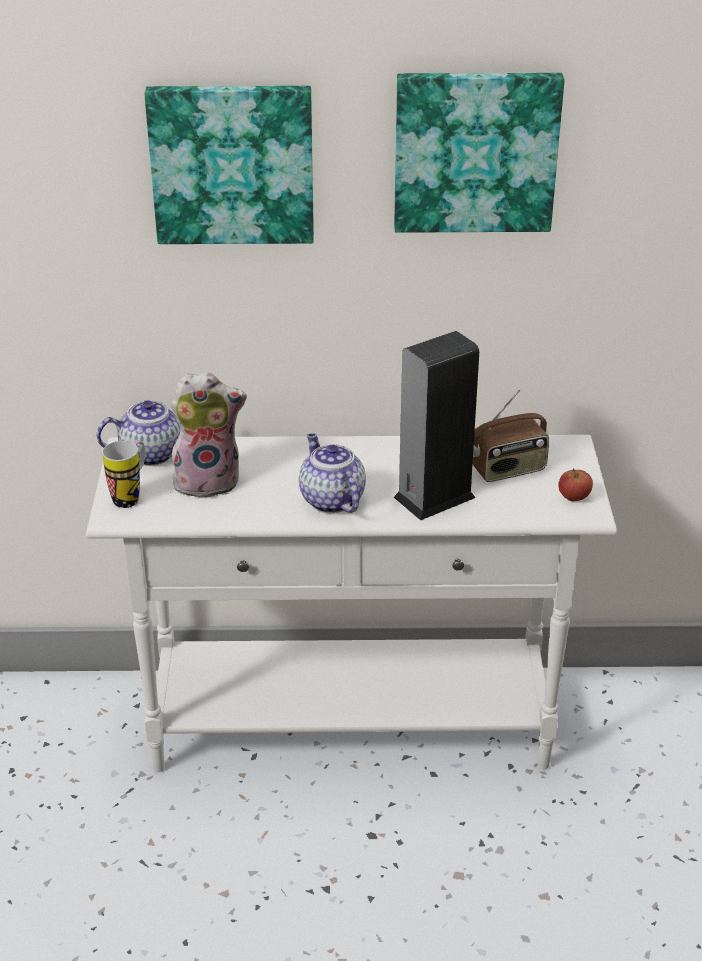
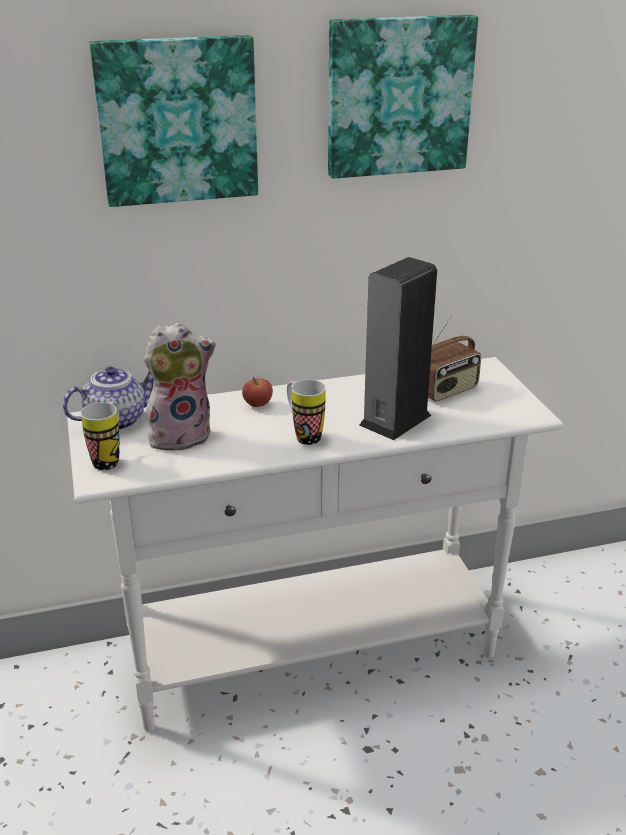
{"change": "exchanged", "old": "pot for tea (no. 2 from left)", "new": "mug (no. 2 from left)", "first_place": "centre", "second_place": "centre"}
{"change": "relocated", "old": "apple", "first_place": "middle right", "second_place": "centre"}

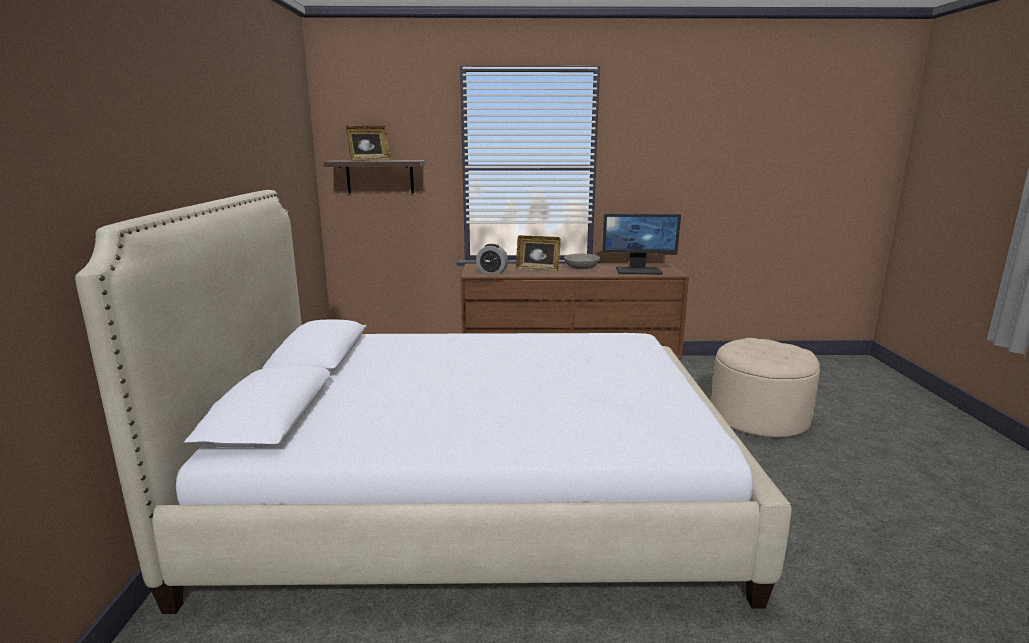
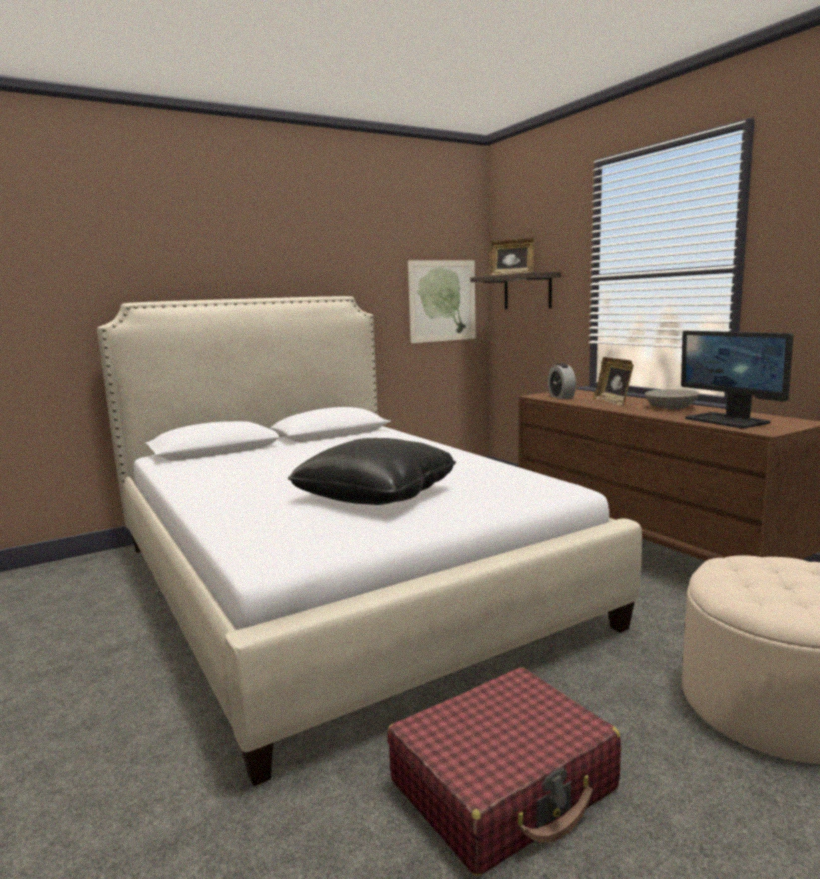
{"change": "appeared", "new": "picture", "second_place": "centre"}
{"change": "appeared", "new": "throw pillow in blackish", "second_place": "centre"}
{"change": "appeared", "new": "travel case in reddish", "second_place": "bottom centre"}

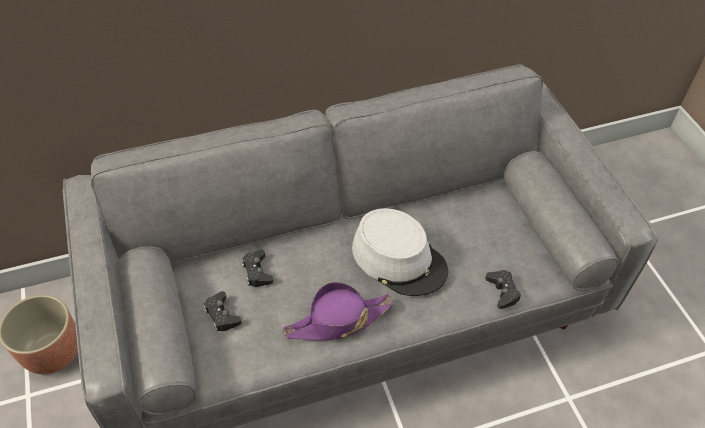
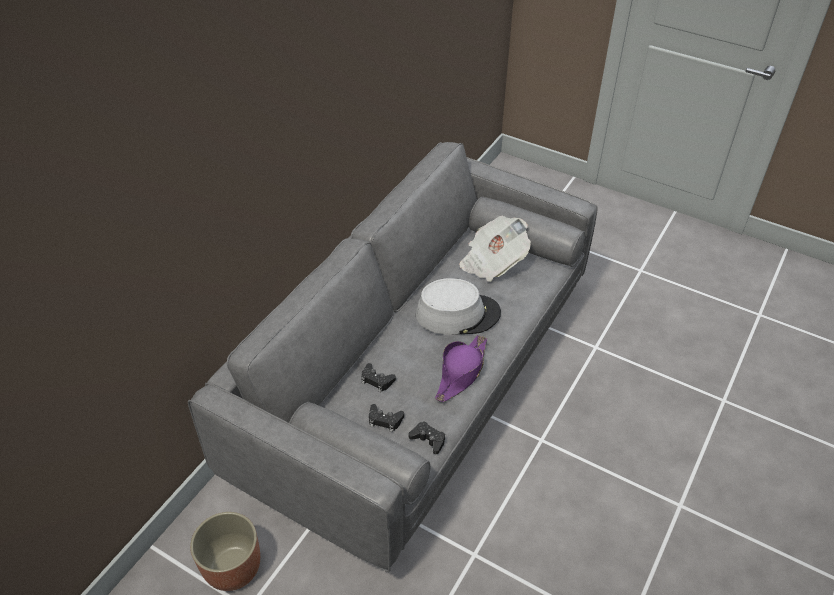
{"change": "relocated", "old": "gamepad in blackish (no. 3 from left)", "first_place": "bottom right", "second_place": "bottom centre"}
{"change": "appeared", "new": "newspaper", "second_place": "centre"}

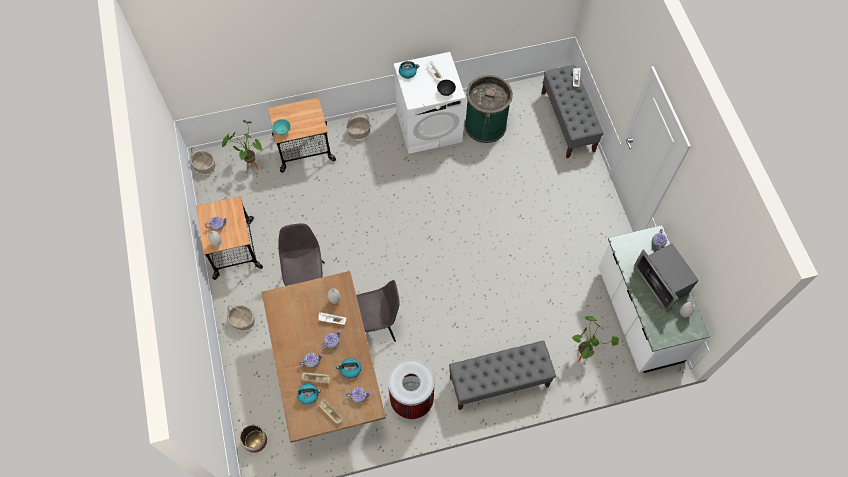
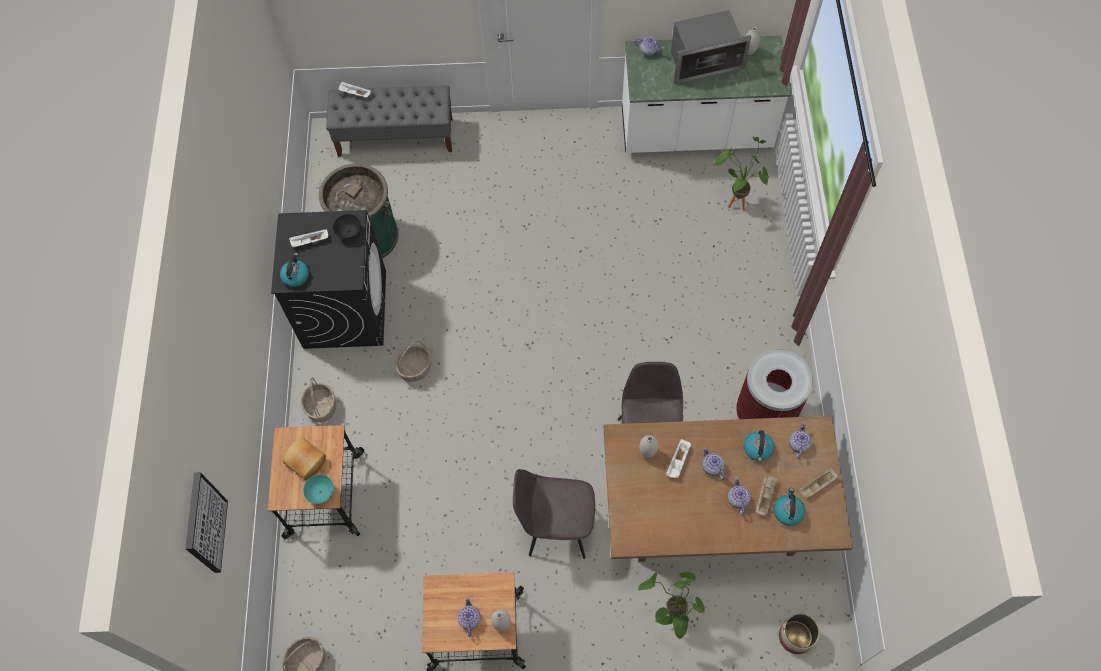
{"change": "colour", "old": "laundry machine in whitish", "new": "laundry machine in blackish", "first_place": "top centre", "second_place": "middle left"}
{"change": "relocated", "old": "plant in a pot (no. 1 from left)", "first_place": "top left", "second_place": "bottom centre"}
{"change": "relocated", "old": "storage basket (no. 2 from left in the first image)", "new": "storage basket (no. 3 from left)", "first_place": "middle left", "second_place": "centre"}
{"change": "missing", "old": "bench in greyish (no. 1 from left)", "first_place": "bottom centre"}
{"change": "appeared", "new": "bread", "second_place": "bottom left"}
{"change": "appeared", "new": "picture", "second_place": "bottom left"}

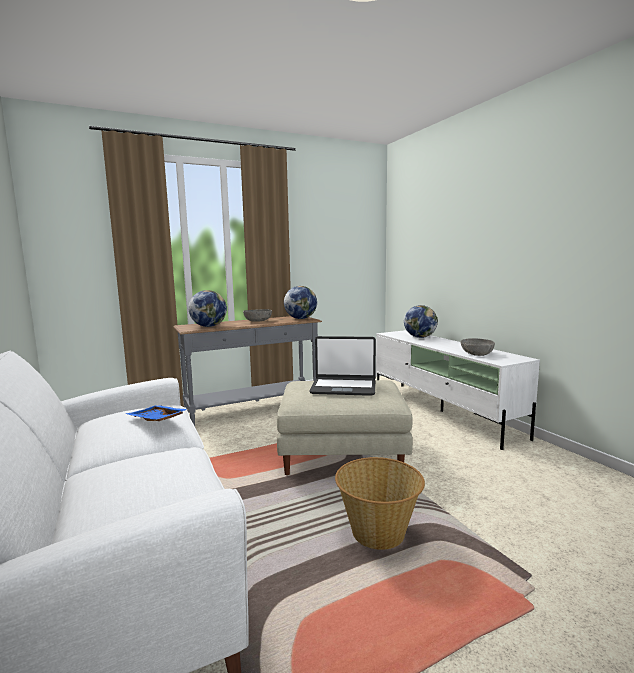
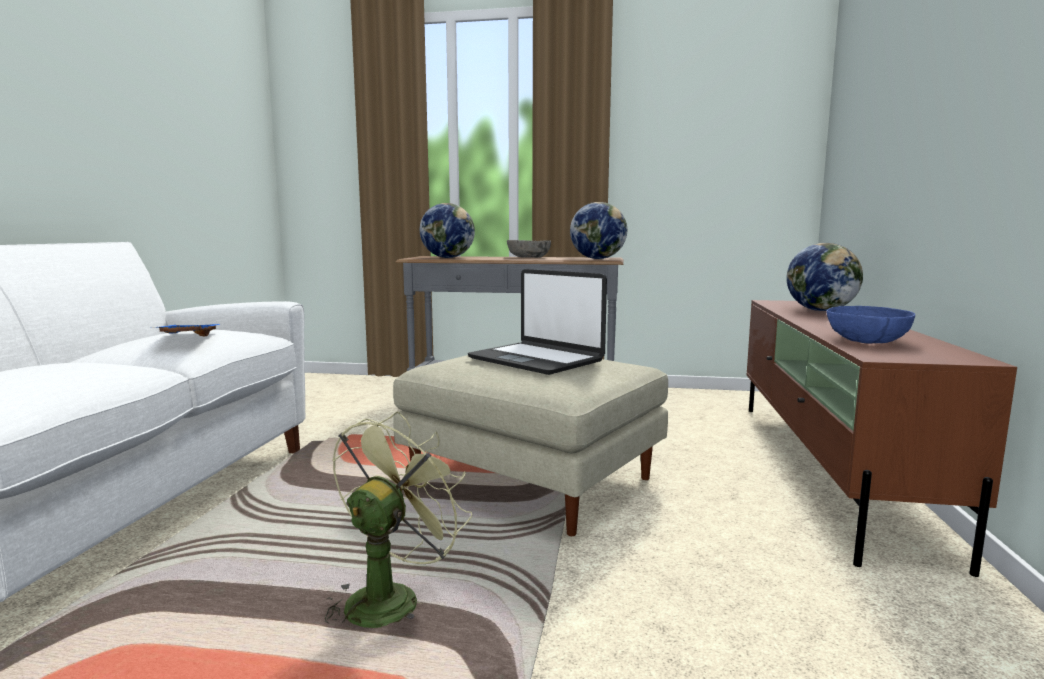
{"change": "colour", "old": "tv unit in whitish", "new": "tv unit in brownish", "first_place": "middle right", "second_place": "middle right"}
{"change": "colour", "old": "deep dish in greyish (no. 2 from left)", "new": "deep dish in blue-coloured", "first_place": "middle right", "second_place": "middle right"}
{"change": "exchanged", "old": "storage basket", "new": "cooling fan in greenish", "first_place": "bottom centre", "second_place": "bottom centre"}

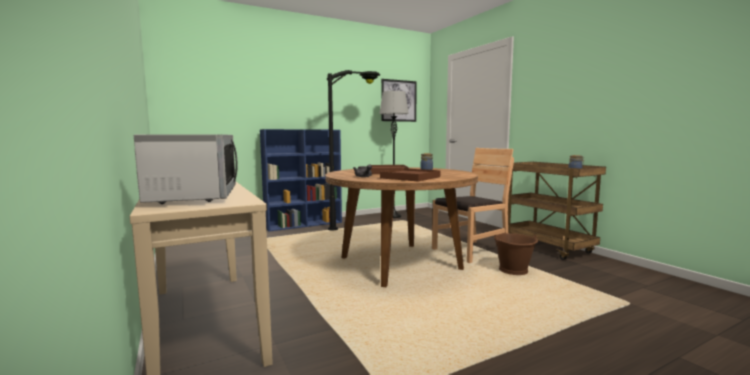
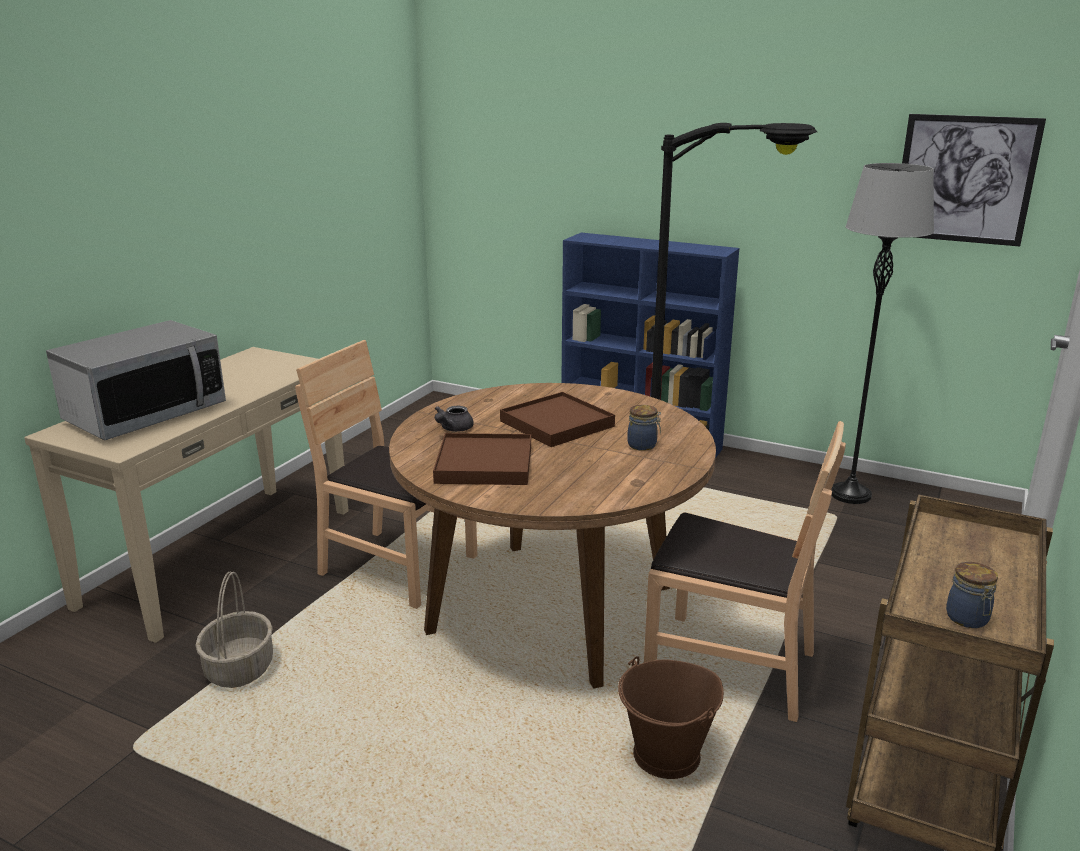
{"change": "appeared", "new": "chair in brownish (no. 1 from left)", "second_place": "centre"}
{"change": "appeared", "new": "storage basket", "second_place": "bottom left"}

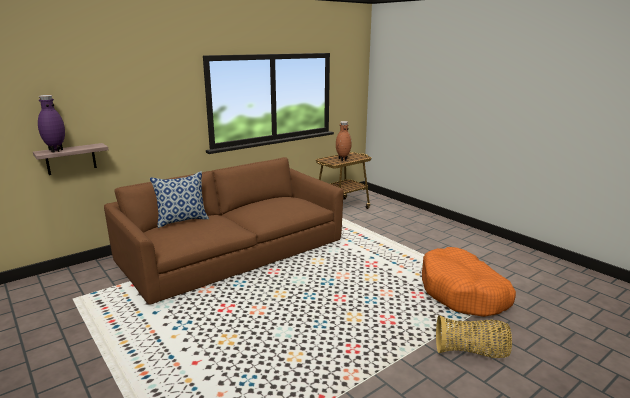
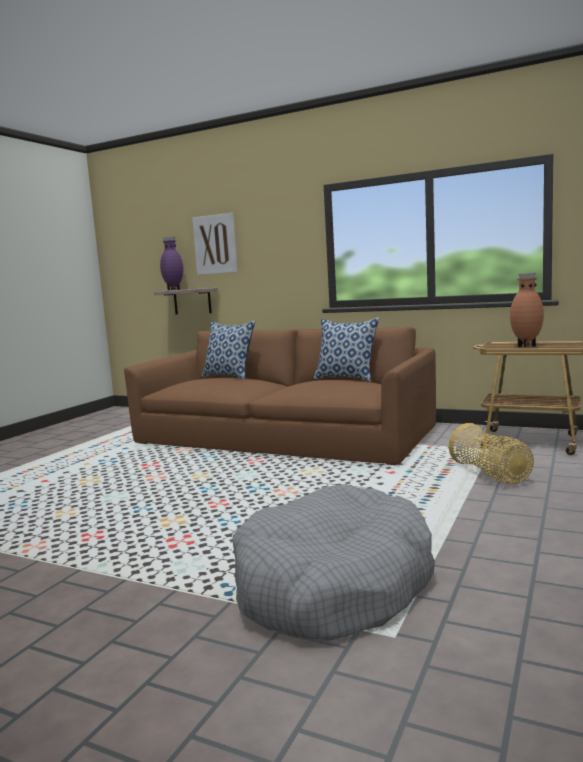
{"change": "colour", "old": "pet bed in orange-coloured", "new": "pet bed in greyish", "first_place": "bottom right", "second_place": "bottom centre"}
{"change": "relocated", "old": "storage basket", "first_place": "bottom right", "second_place": "middle right"}
{"change": "appeared", "new": "picture", "second_place": "top centre"}
{"change": "appeared", "new": "throw pillow (no. 2 from left)", "second_place": "centre"}

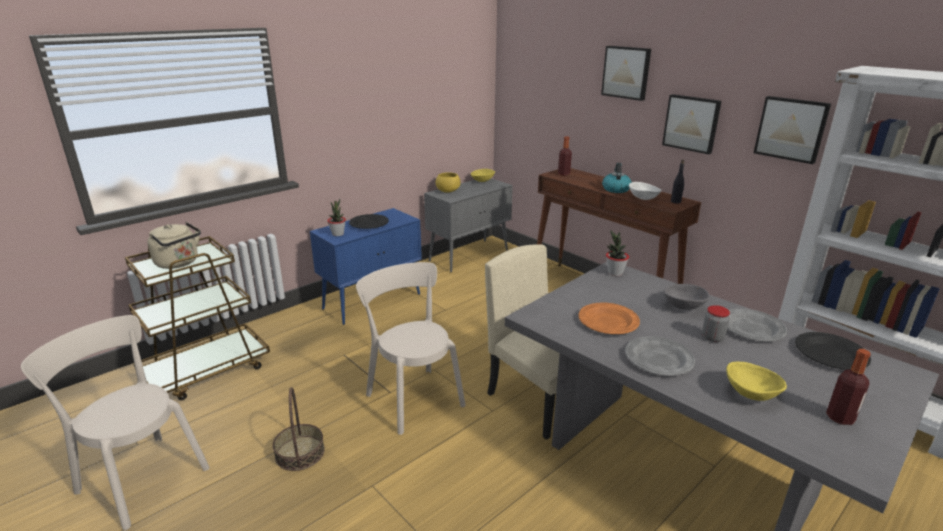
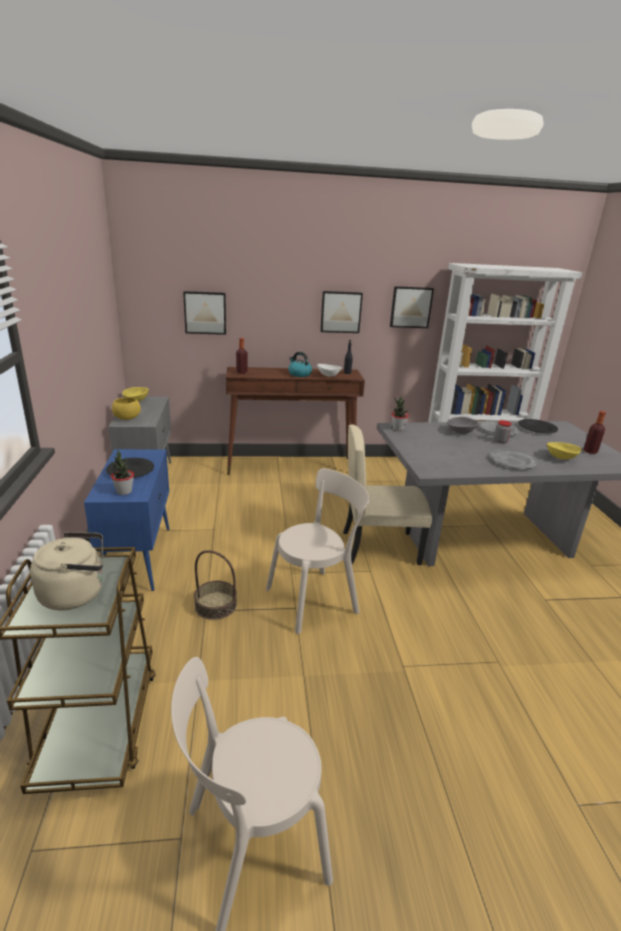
{"change": "relocated", "old": "picture (no. 1 from left)", "first_place": "top centre", "second_place": "middle left"}
{"change": "spun", "old": "chair in beige-coloured (no. 2 from left)", "first_place": "centre", "second_place": "centre", "degrees": 150}
{"change": "missing", "old": "plate in orange-coloured", "first_place": "centre"}
{"change": "relocated", "old": "storage basket", "first_place": "bottom left", "second_place": "centre"}

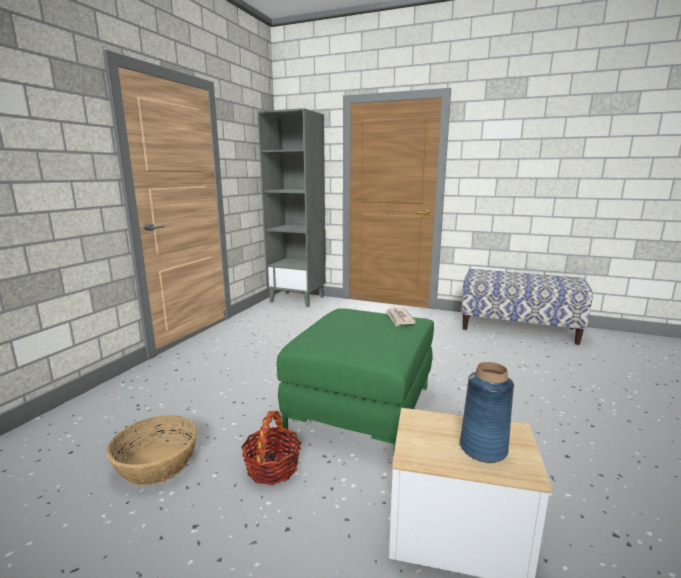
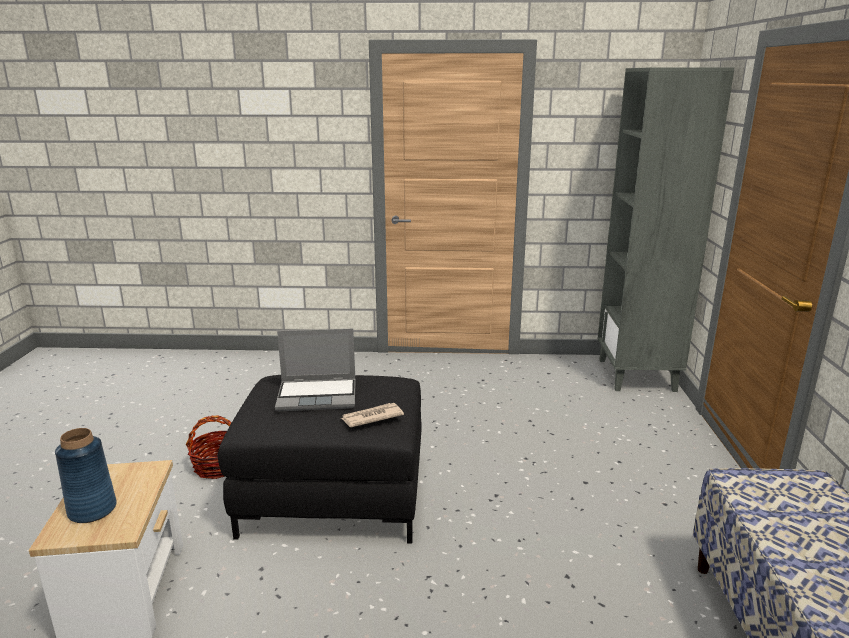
{"change": "colour", "old": "footrest in greenish", "new": "footrest in blackish", "first_place": "centre", "second_place": "bottom centre"}
{"change": "missing", "old": "storage basket (no. 1 from left)", "first_place": "bottom left"}
{"change": "appeared", "new": "laptop", "second_place": "centre"}

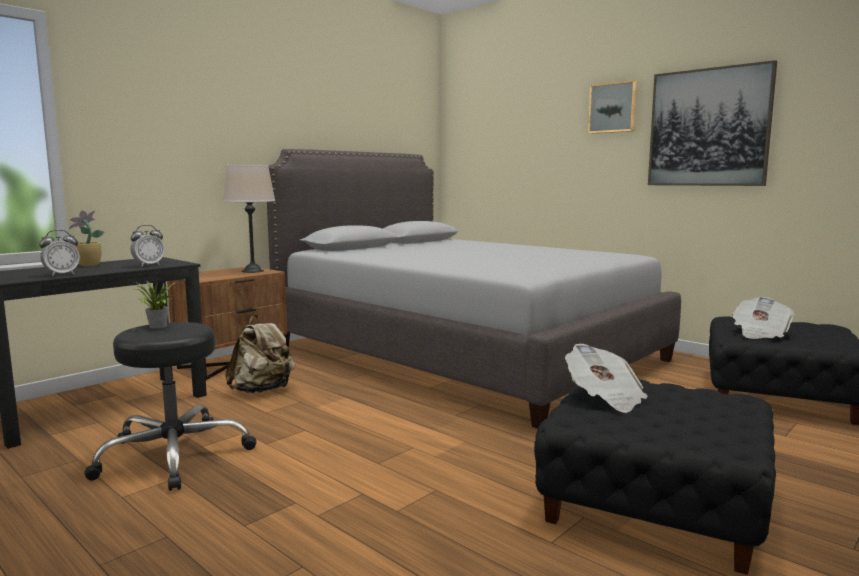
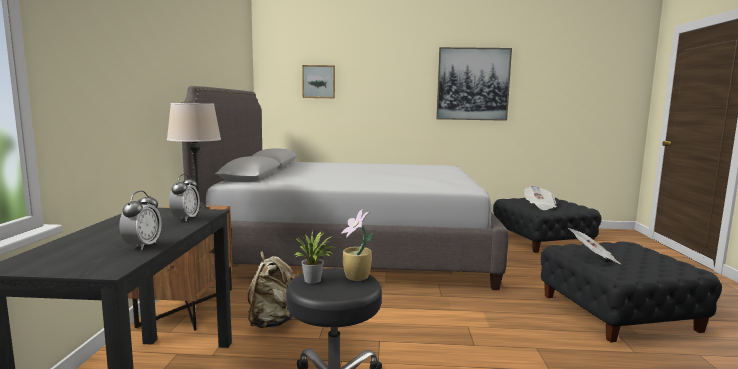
{"change": "relocated", "old": "picture (no. 1 from left)", "first_place": "top right", "second_place": "top centre"}
{"change": "relocated", "old": "plant in a pot (no. 1 from left in the first image)", "new": "plant in a pot (no. 2 from left)", "first_place": "middle left", "second_place": "centre"}

